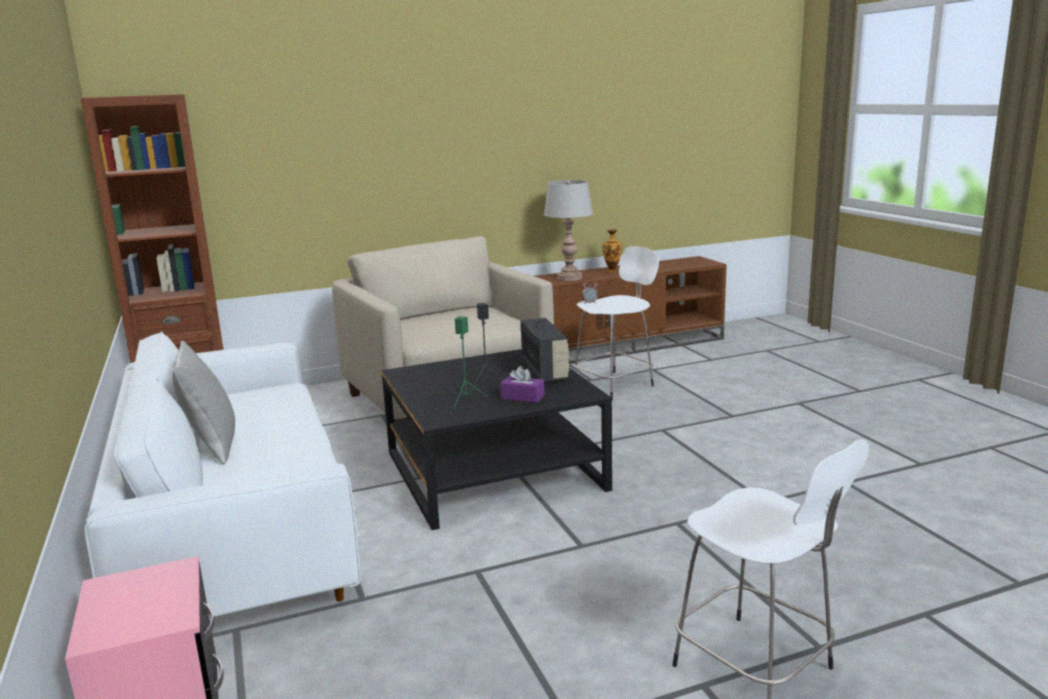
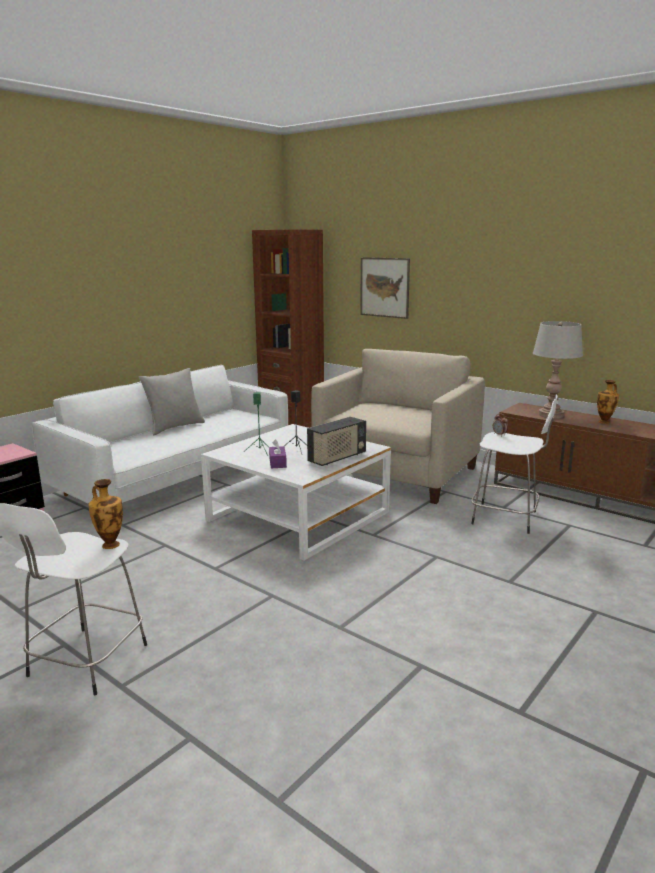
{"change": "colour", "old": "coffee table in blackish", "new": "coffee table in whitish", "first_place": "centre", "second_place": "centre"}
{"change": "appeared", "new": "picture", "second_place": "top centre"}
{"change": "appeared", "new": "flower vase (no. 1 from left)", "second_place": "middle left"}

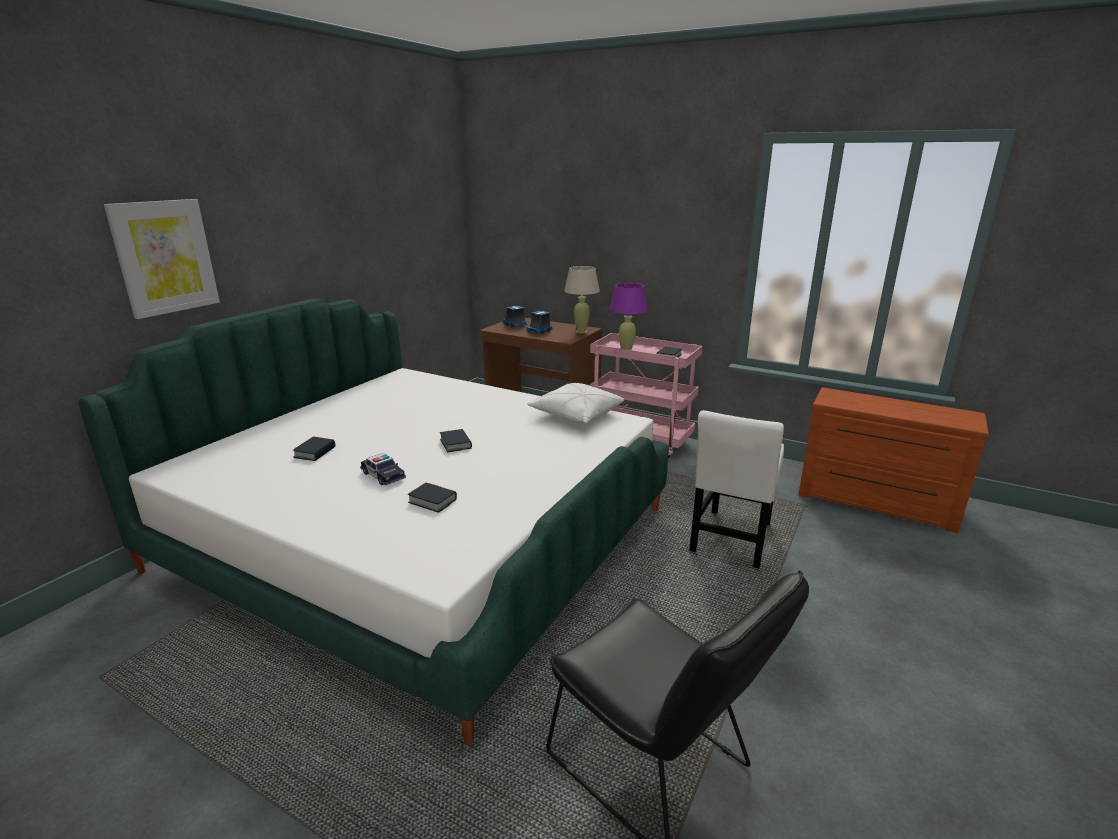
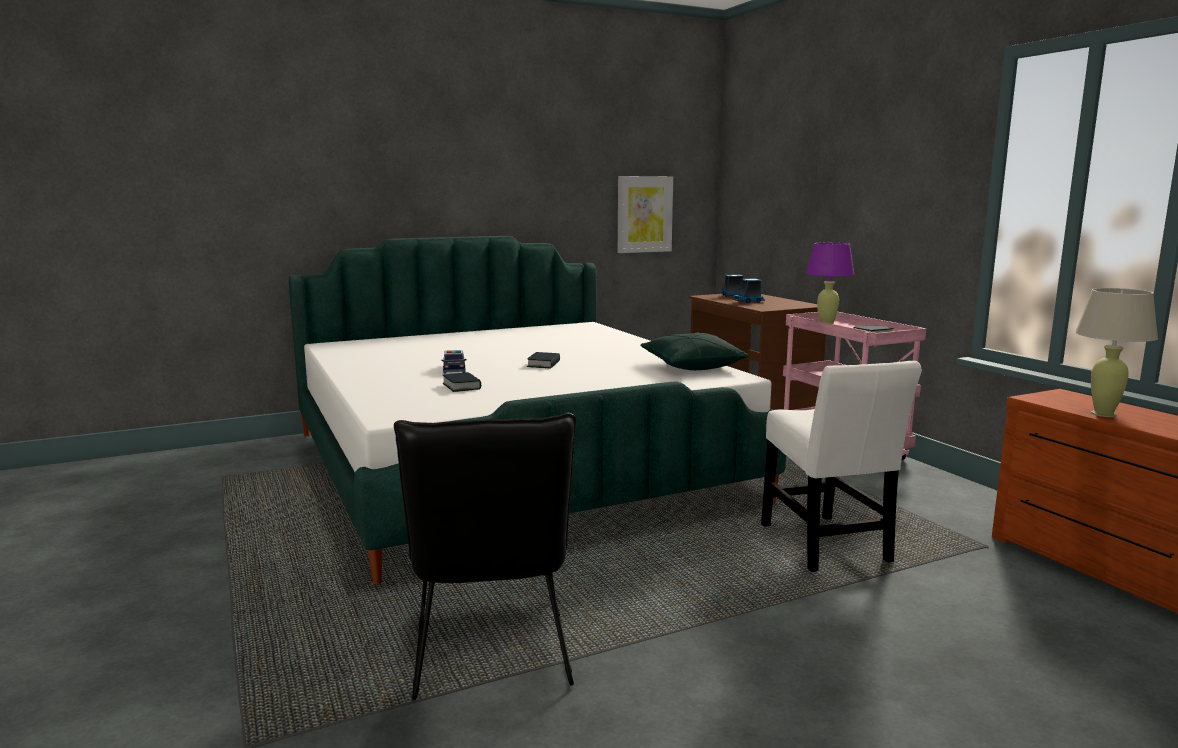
{"change": "relocated", "old": "picture", "first_place": "top left", "second_place": "top centre"}
{"change": "relocated", "old": "table lamp in beige-coloured", "first_place": "centre", "second_place": "middle right"}
{"change": "colour", "old": "throw pillow in whitish", "new": "throw pillow in greenish", "first_place": "centre", "second_place": "centre"}
{"change": "spun", "old": "chair in whitish", "first_place": "centre", "second_place": "middle right", "degrees": -75}
{"change": "missing", "old": "bound book (no. 1 from left)", "first_place": "middle left"}

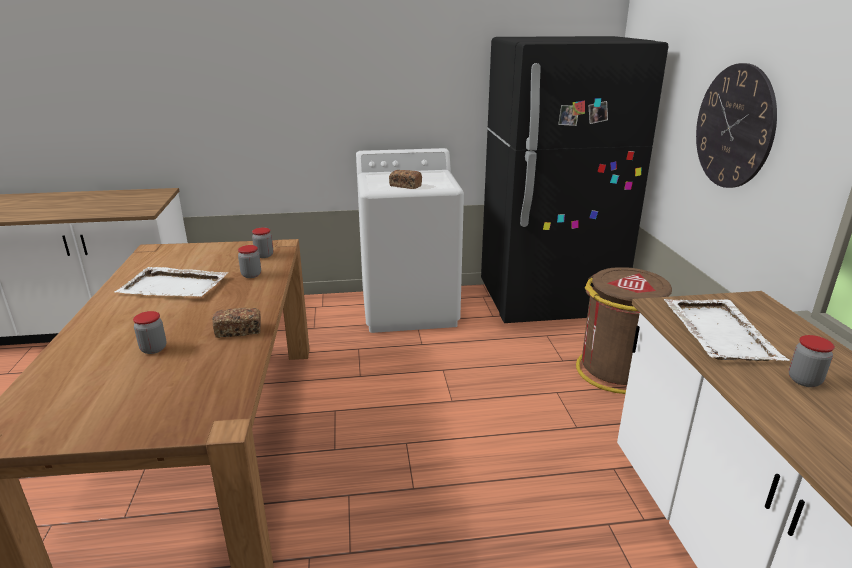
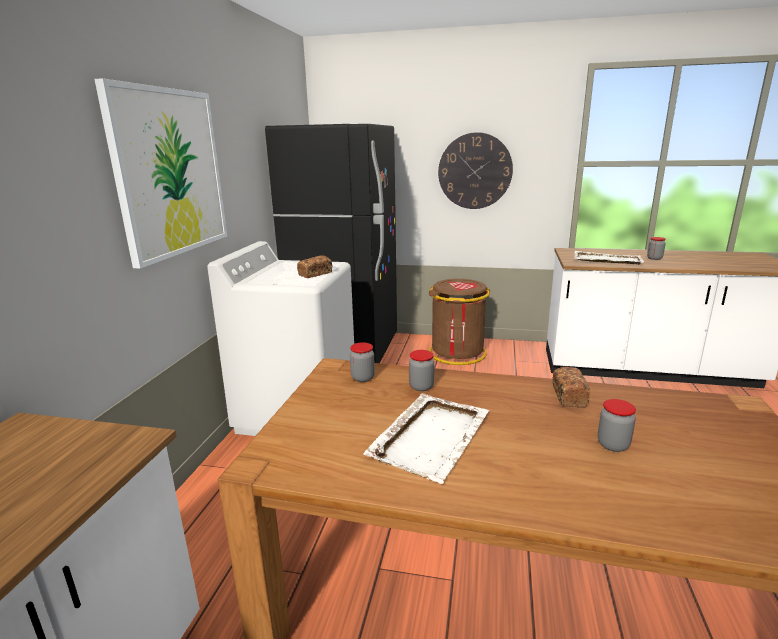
{"change": "appeared", "new": "picture", "second_place": "top left"}

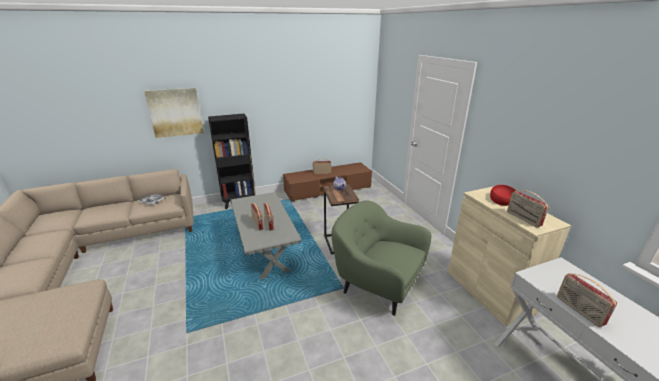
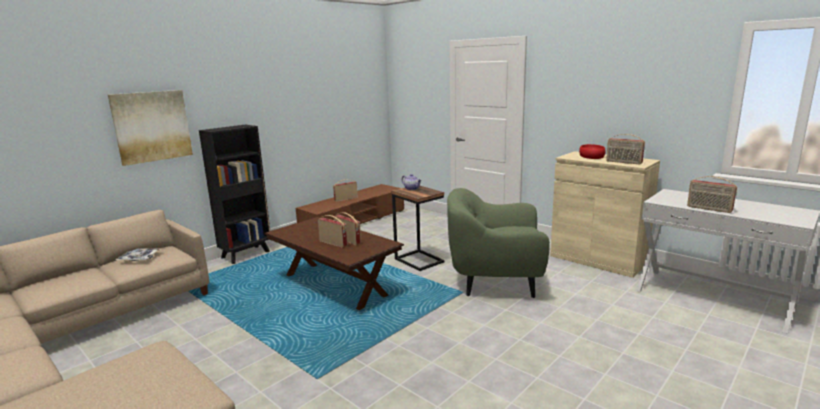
{"change": "colour", "old": "coffee table in greyish", "new": "coffee table in brownish", "first_place": "centre", "second_place": "centre"}

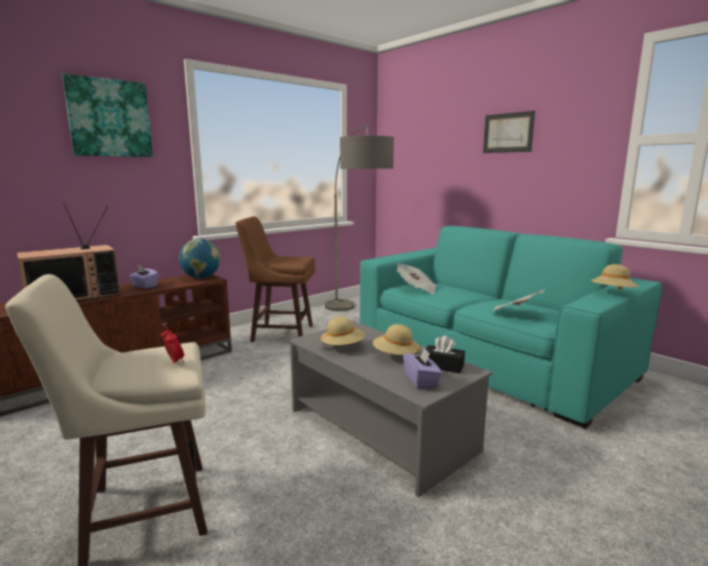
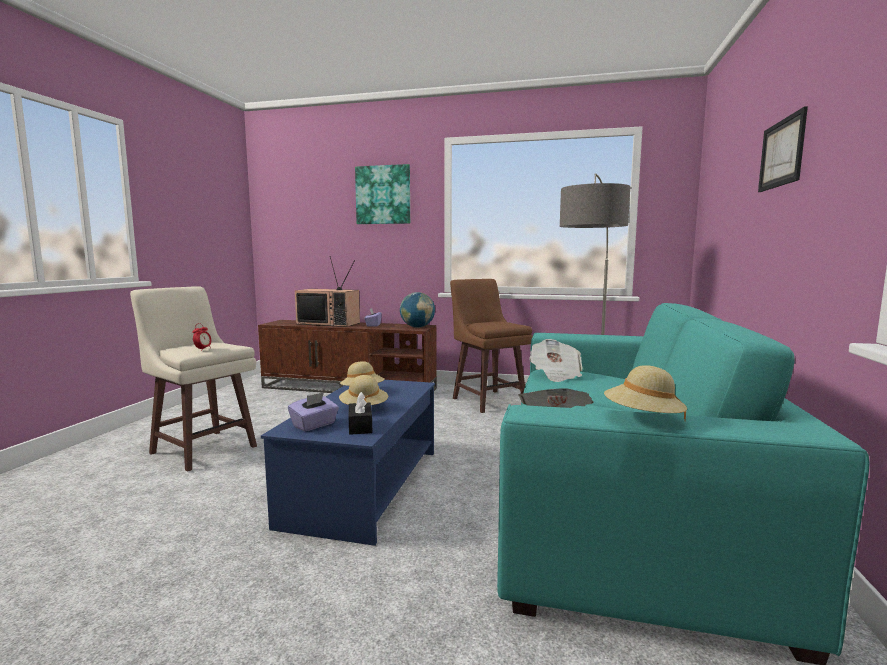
{"change": "colour", "old": "coffee table in greyish", "new": "coffee table in blue-coloured", "first_place": "bottom centre", "second_place": "bottom centre"}

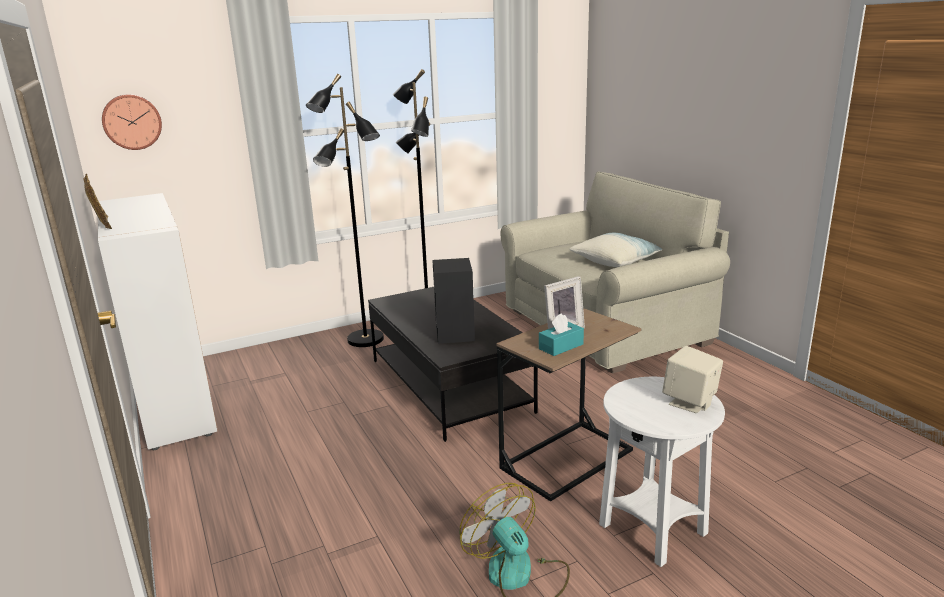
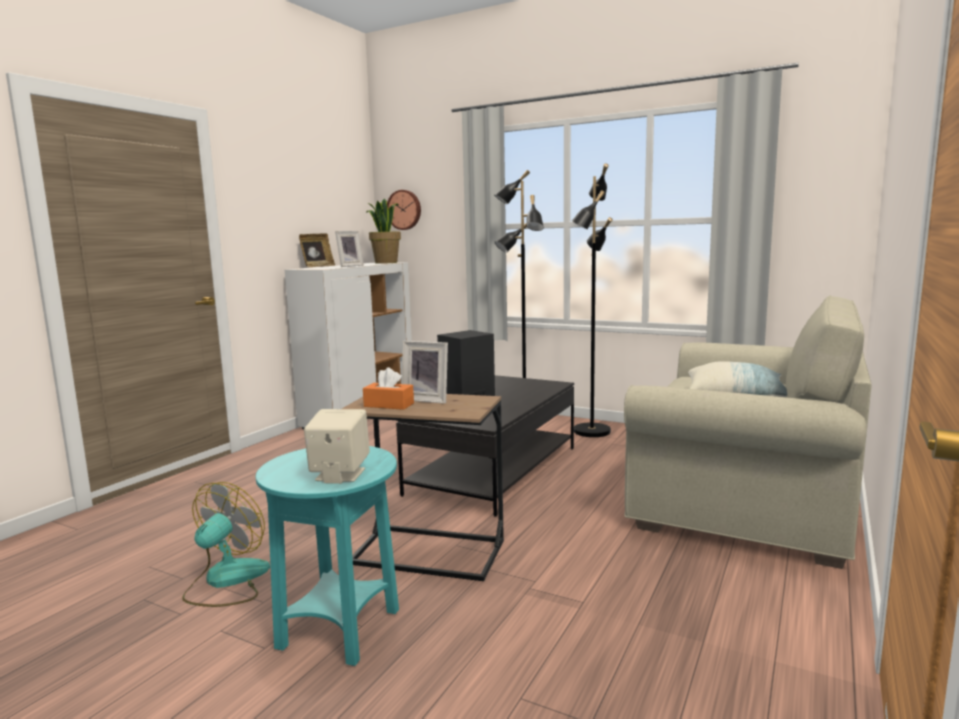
{"change": "colour", "old": "tissue box in turquoise-coloured", "new": "tissue box in orange-coloured", "first_place": "centre", "second_place": "centre"}
{"change": "colour", "old": "side table in whitish", "new": "side table in turquoise-coloured", "first_place": "bottom right", "second_place": "bottom centre"}
{"change": "appeared", "new": "plant in a pot", "second_place": "top centre"}
{"change": "appeared", "new": "picture frame (no. 2 from left)", "second_place": "centre"}

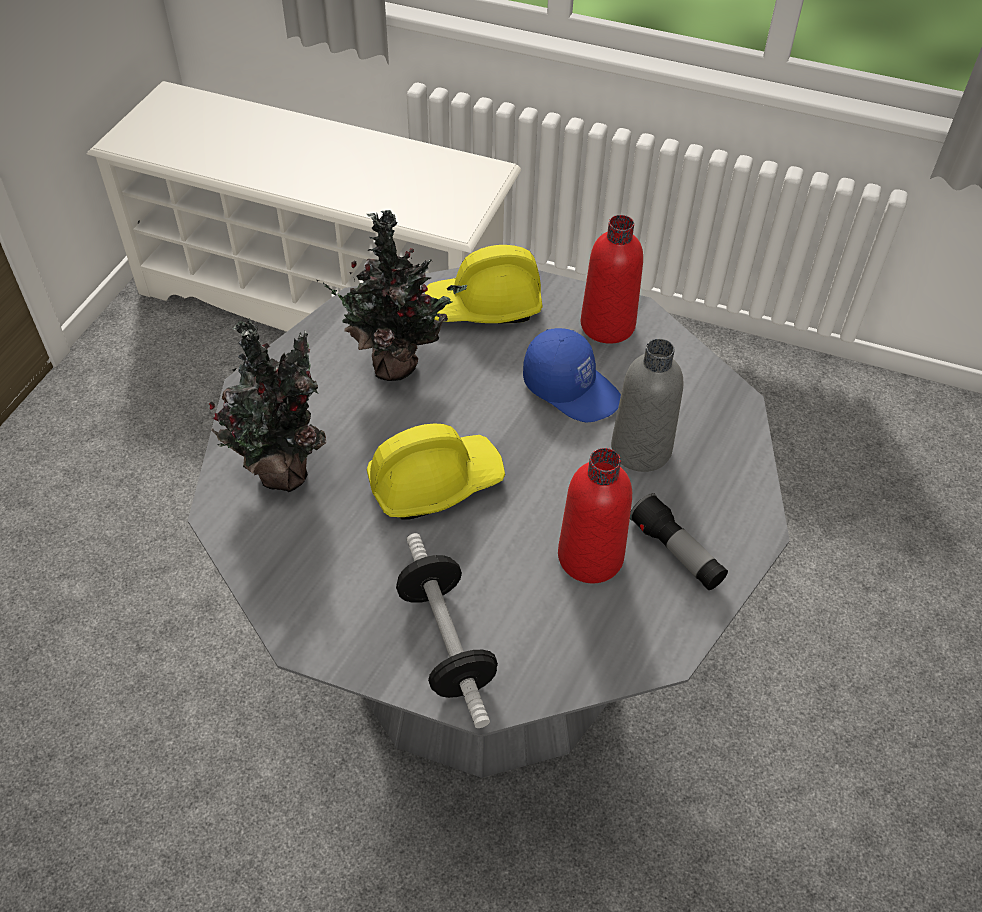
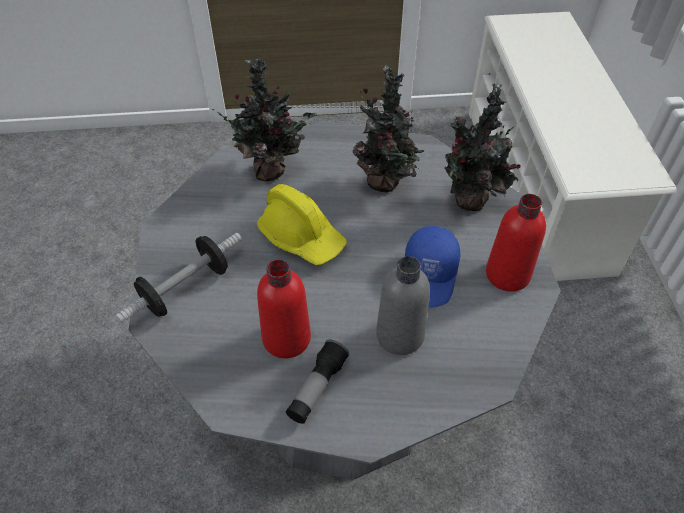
{"change": "exchanged", "old": "safety helmet in yellow (no. 2 from left)", "new": "plant in a pot (no. 3 from left)", "first_place": "top centre", "second_place": "top right"}

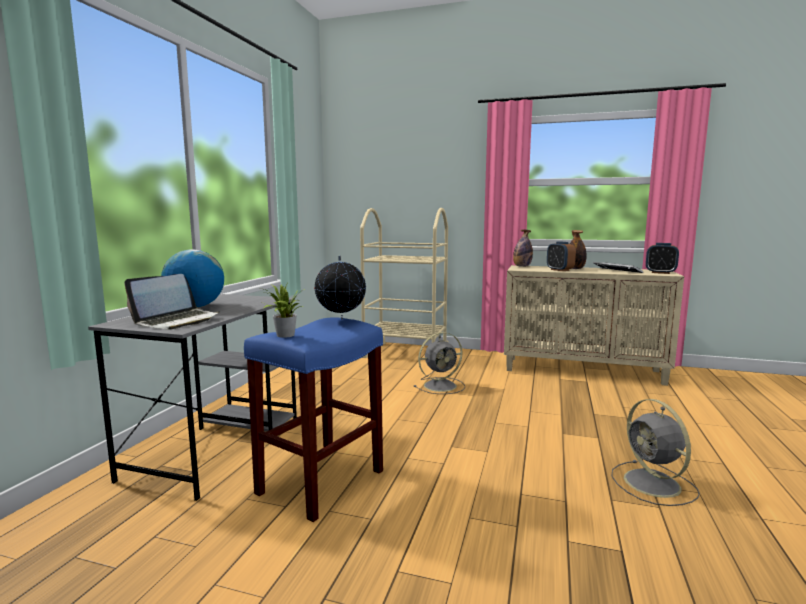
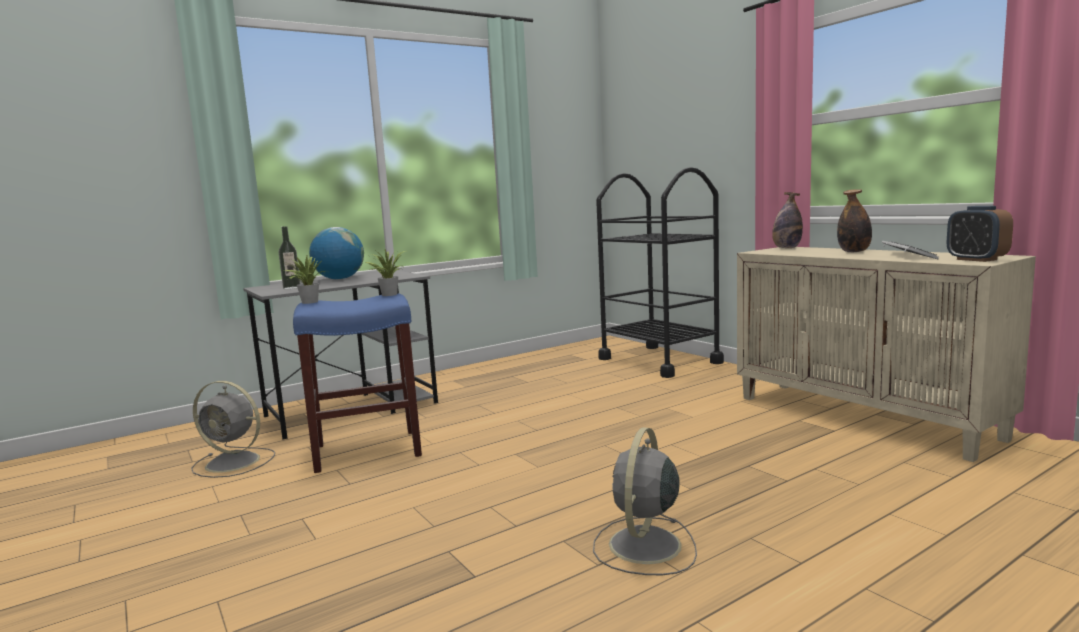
{"change": "colour", "old": "wheeled cart in beige-coloured", "new": "wheeled cart in blackish", "first_place": "centre", "second_place": "centre"}
{"change": "missing", "old": "alarm clock (no. 1 from left)", "first_place": "middle right"}
{"change": "exchanged", "old": "desk globe (no. 2 from left)", "new": "plant in a pot (no. 2 from left)", "first_place": "centre", "second_place": "centre"}
{"change": "exchanged", "old": "laptop", "new": "beverage bottle (no. 1 from left)", "first_place": "middle left", "second_place": "middle left"}
{"change": "relocated", "old": "cooling fan in greyish (no. 1 from left)", "first_place": "centre", "second_place": "bottom left"}

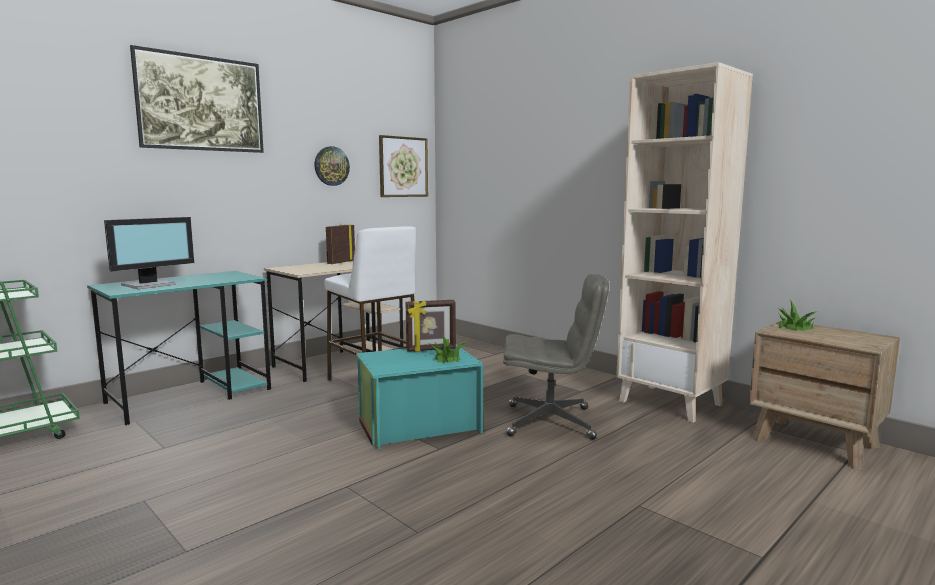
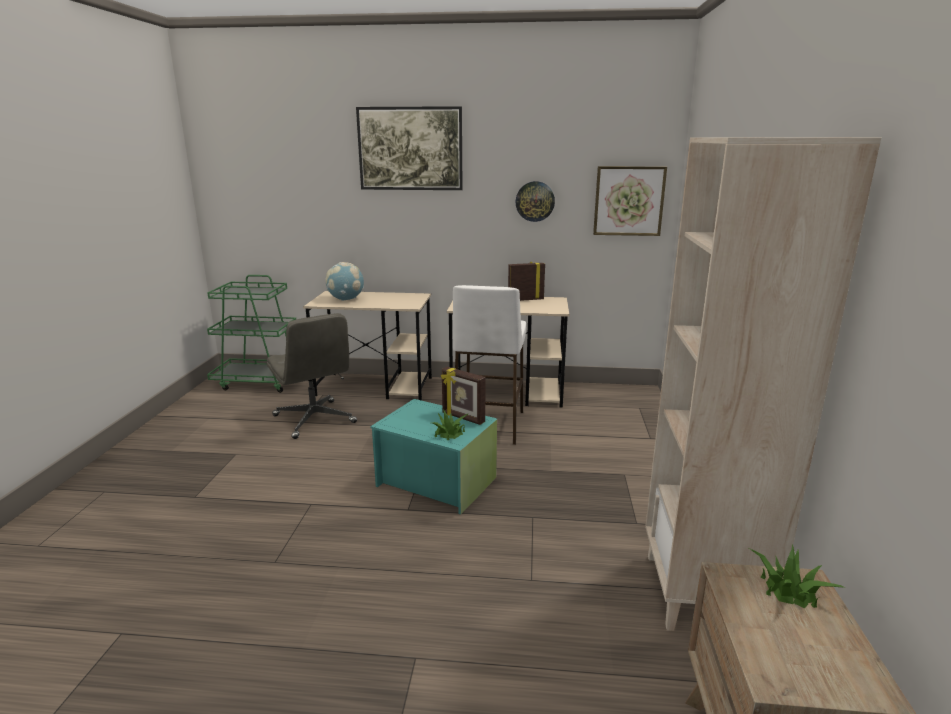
{"change": "exchanged", "old": "monitor", "new": "desk globe", "first_place": "middle left", "second_place": "centre"}
{"change": "colour", "old": "desk in turquoise-coloured", "new": "desk in beige-coloured (no. 1 from left)", "first_place": "middle left", "second_place": "centre"}
{"change": "relocated", "old": "desk chair in greyish", "first_place": "centre", "second_place": "middle left"}

